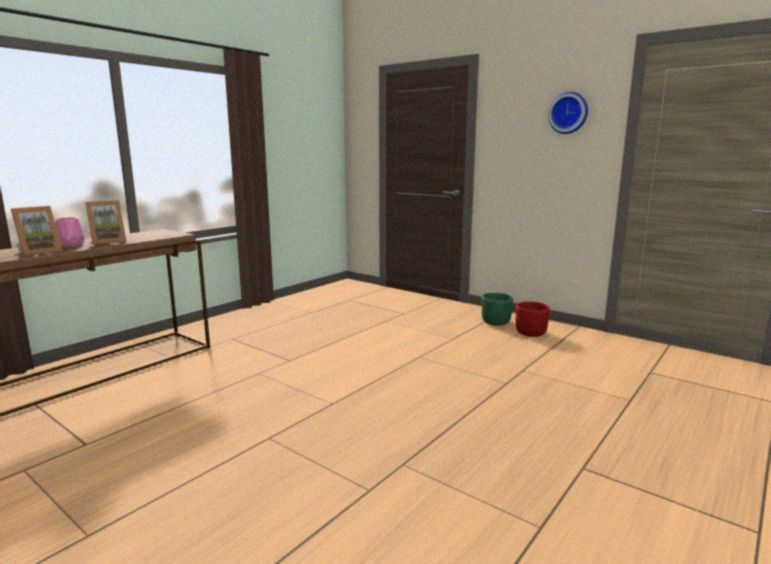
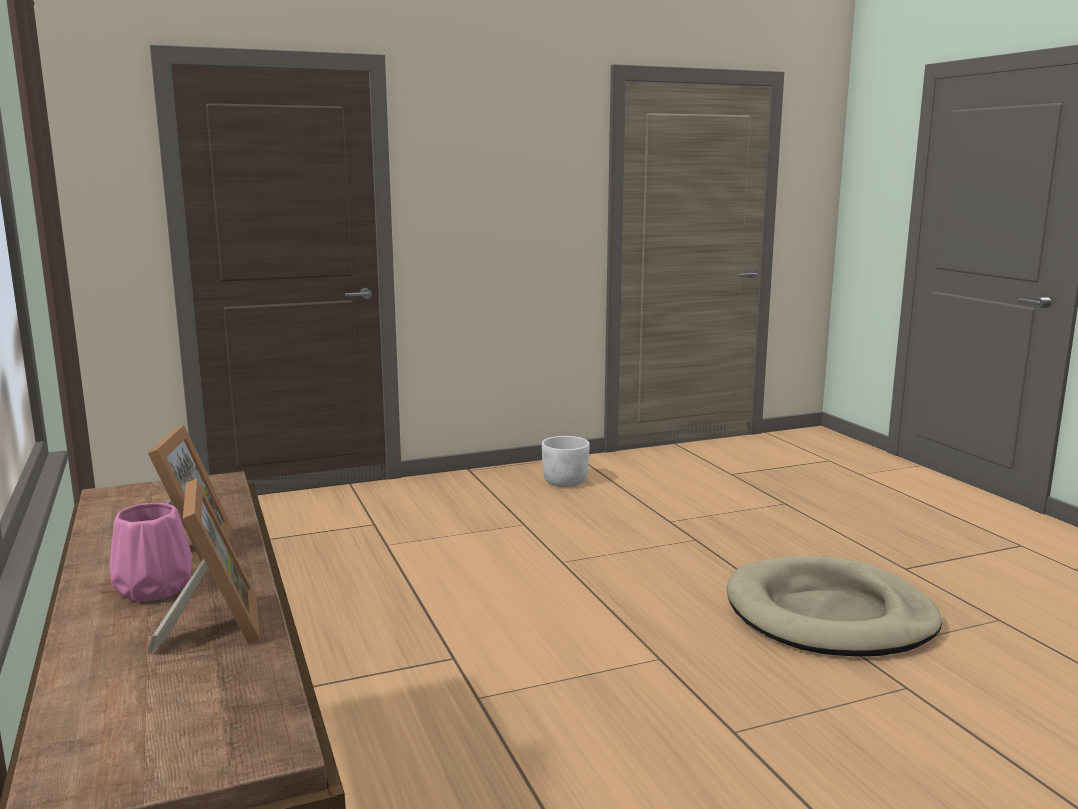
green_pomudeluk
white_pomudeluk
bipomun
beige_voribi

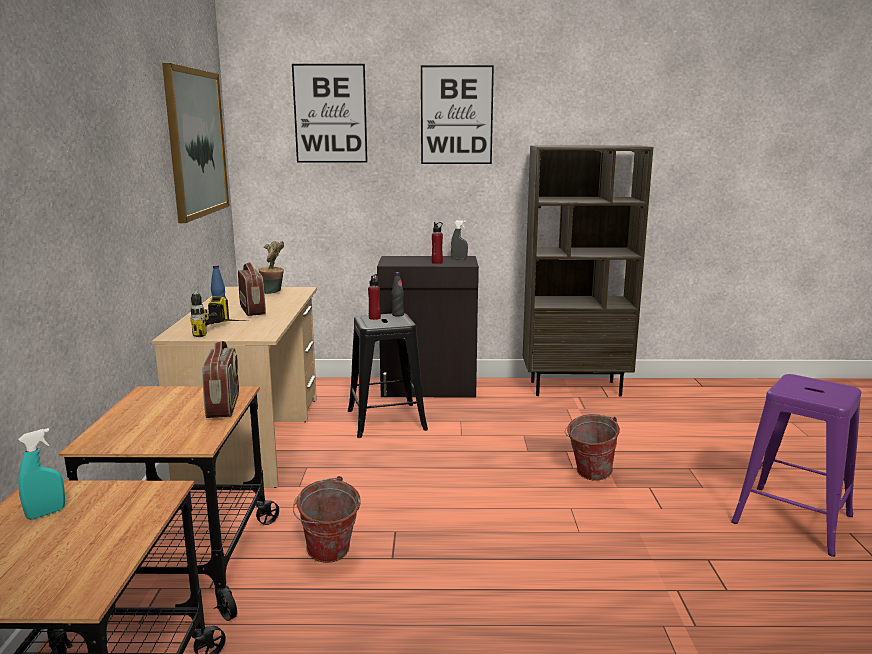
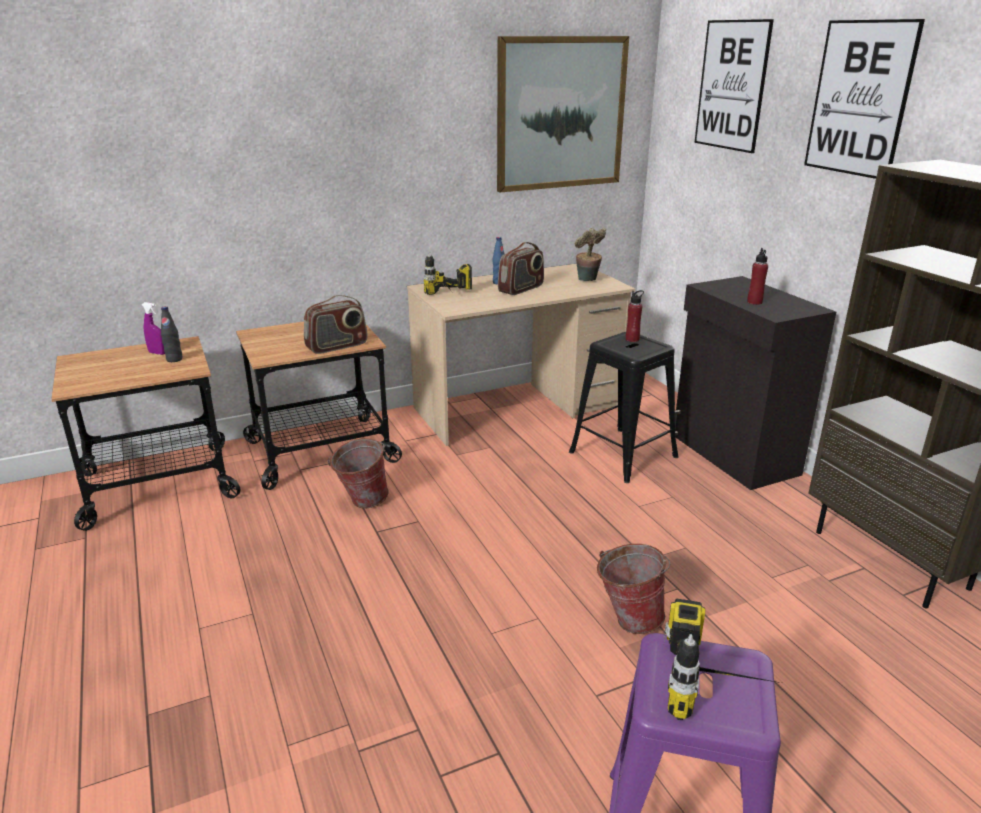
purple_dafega
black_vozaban
grey_dafega
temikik (no. 2 from left)

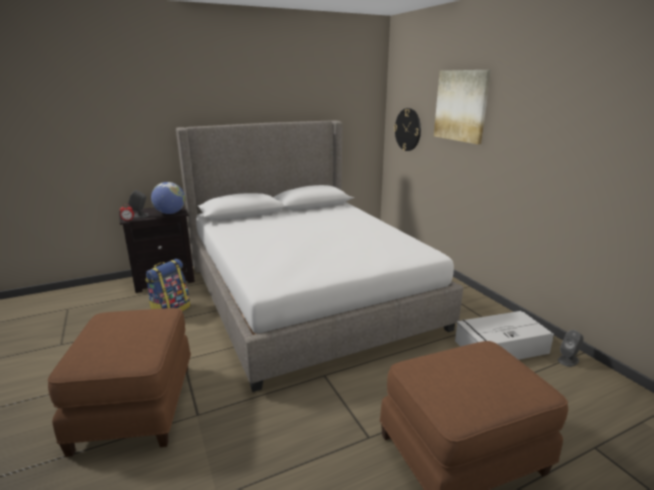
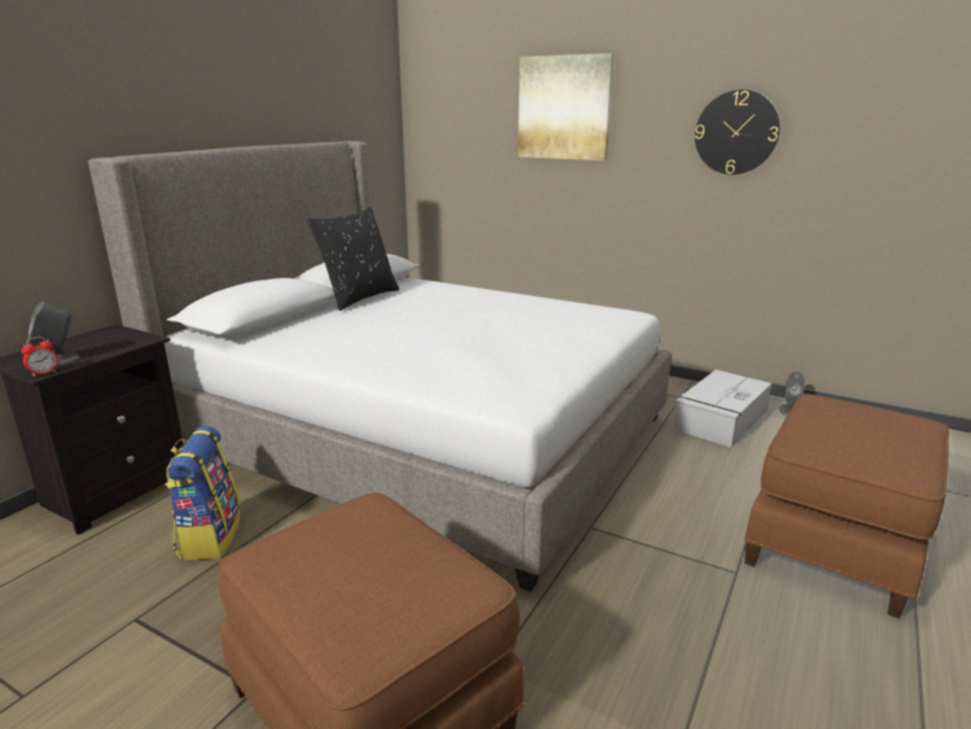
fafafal
bipomun
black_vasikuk

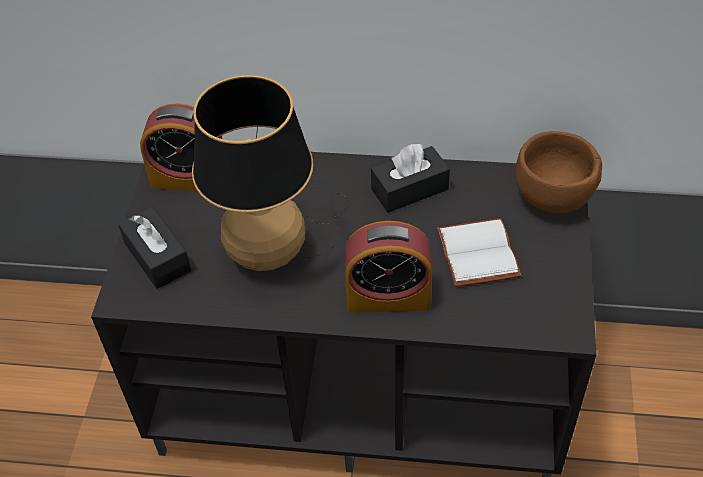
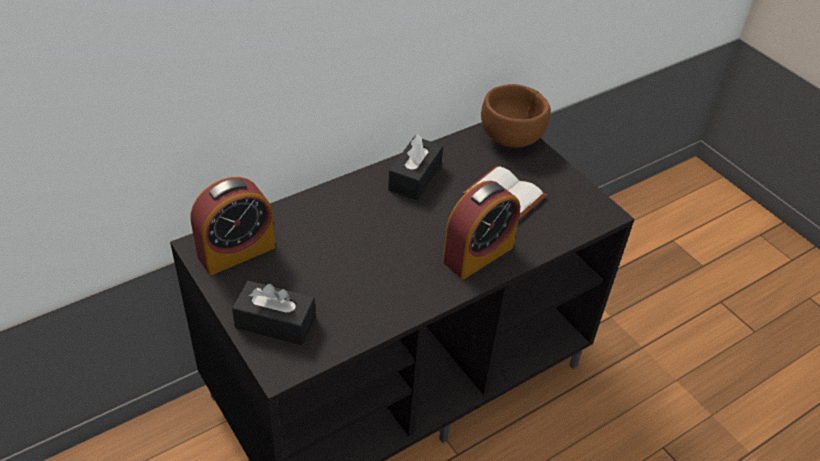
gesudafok

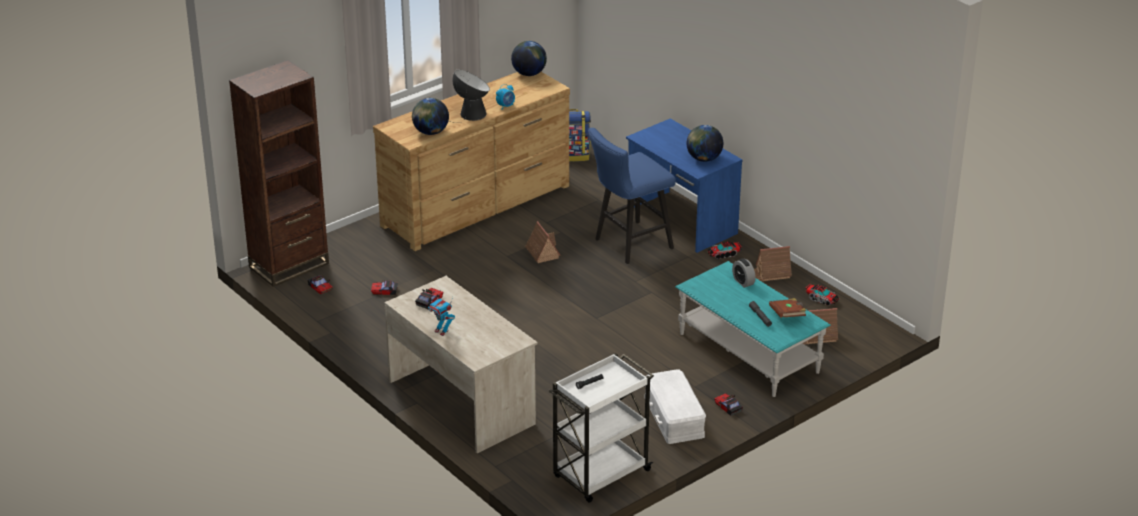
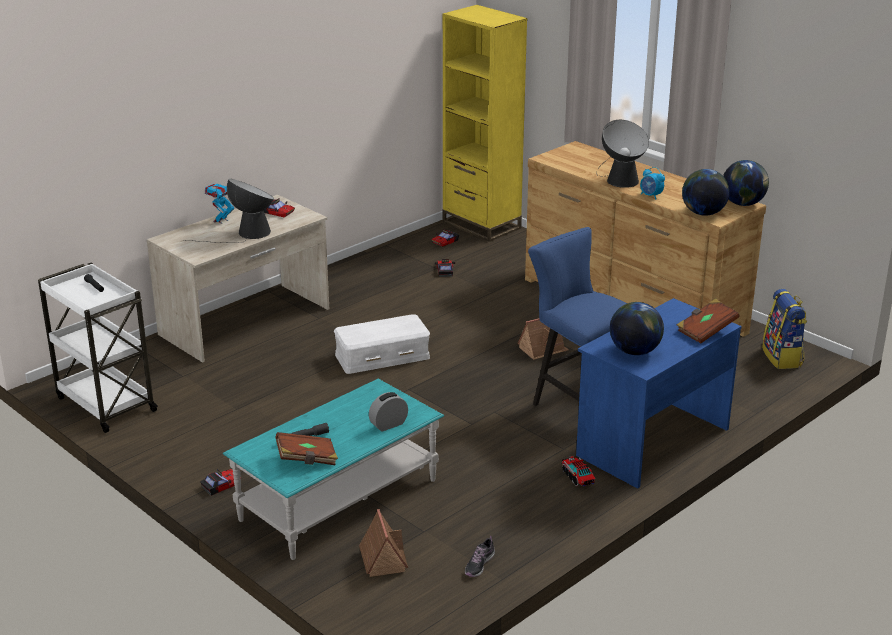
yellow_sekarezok
fafafal (no. 2 from left)
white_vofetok
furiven (no. 2 from left in the first image)
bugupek
gesudafok (no. 1 from left)
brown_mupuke (no. 2 from left)

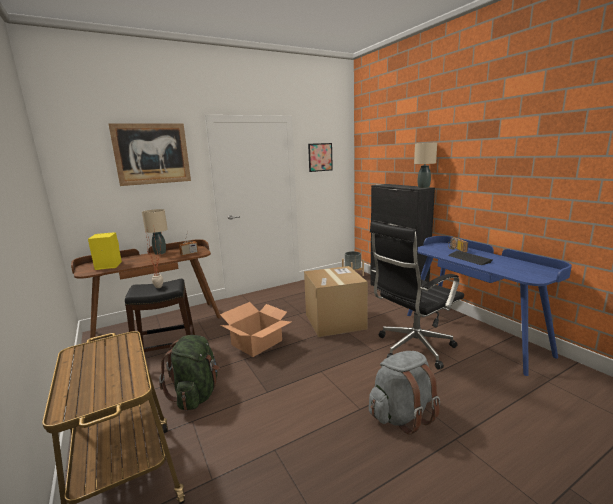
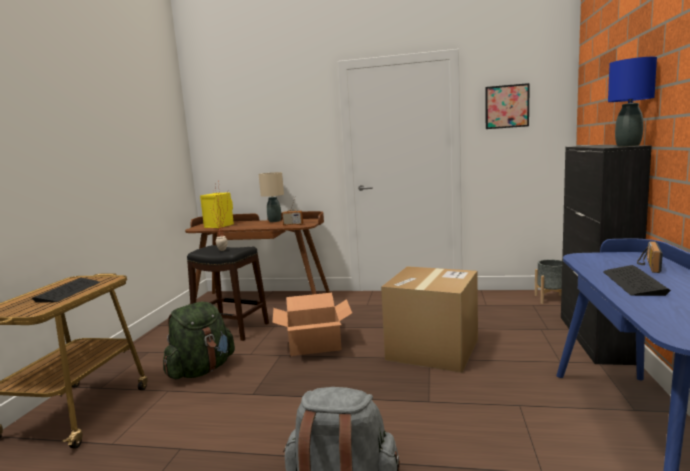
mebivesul (no. 1 from left in the first image)
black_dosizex
blue_gesudafok
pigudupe (no. 1 from left)

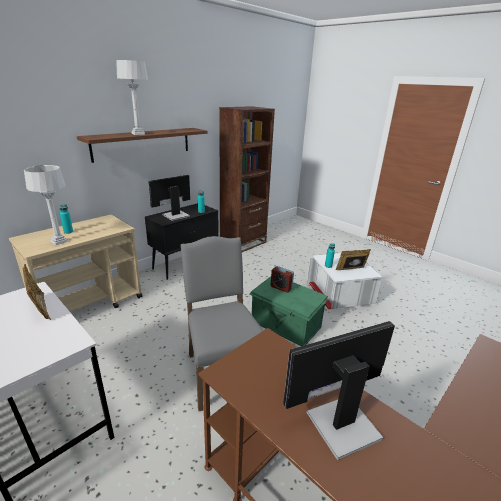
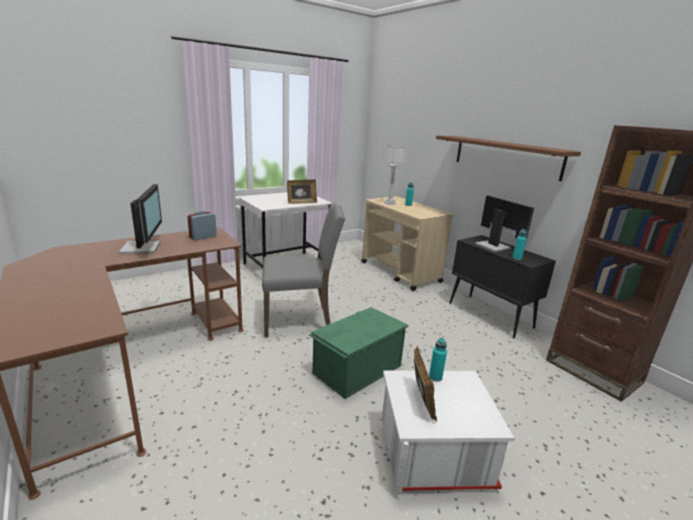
grey_gesudafok (no. 2 from left in the first image)
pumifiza

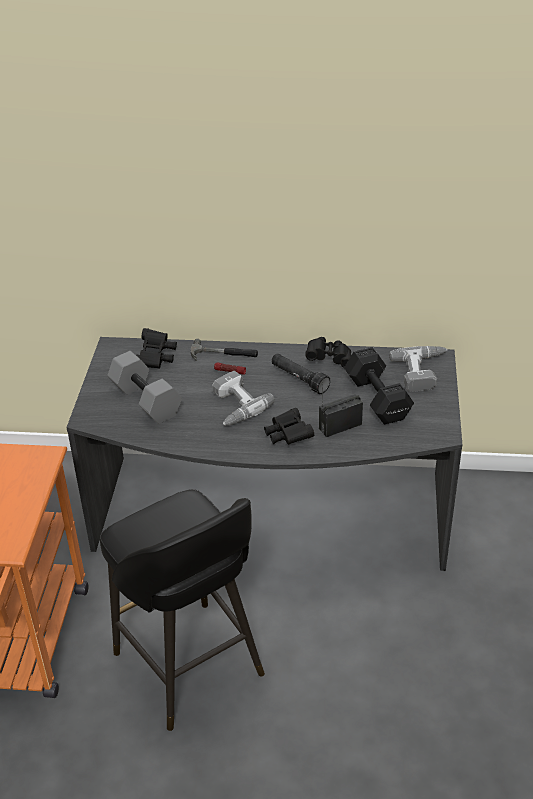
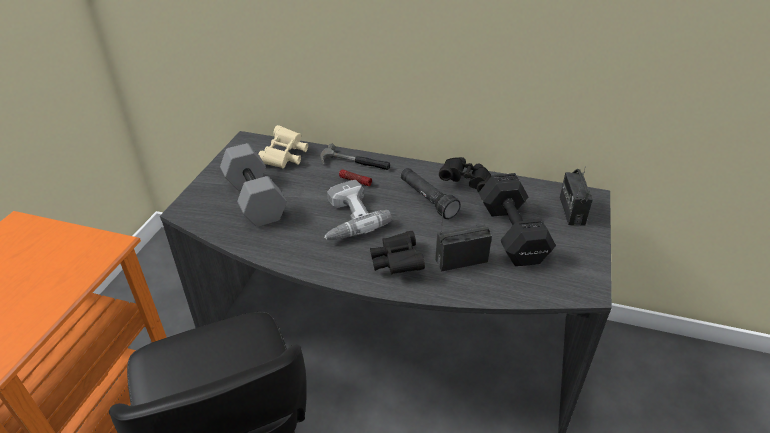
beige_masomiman
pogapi (no. 2 from left)

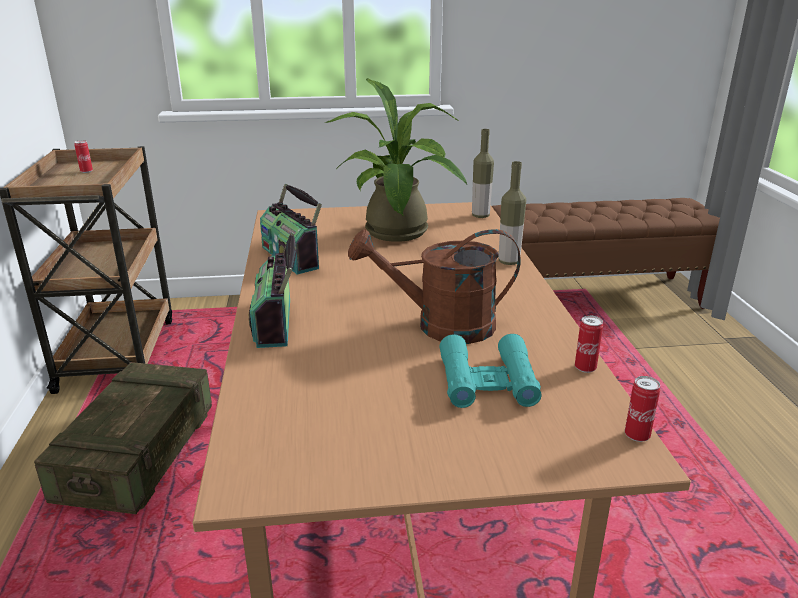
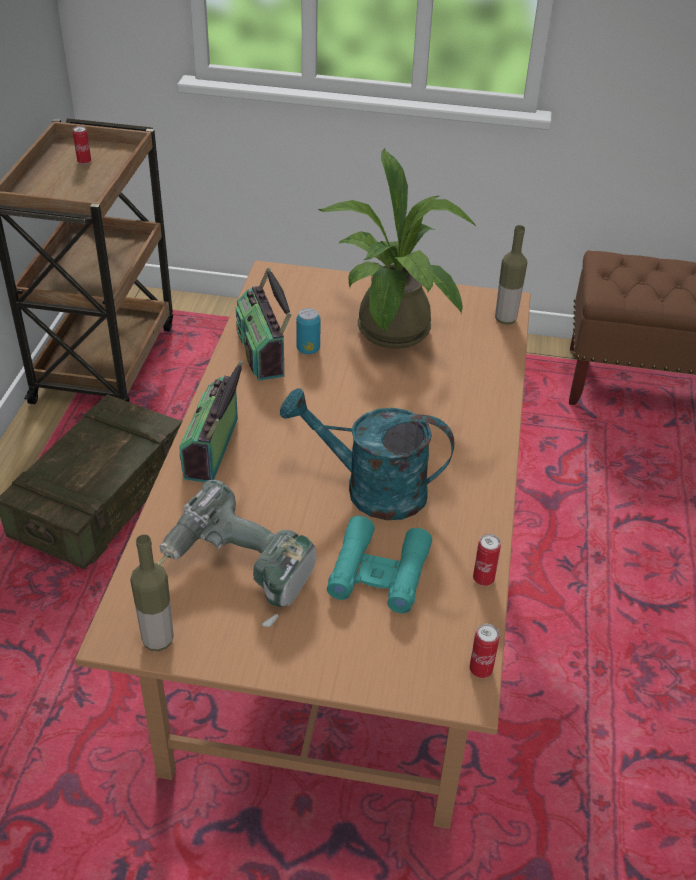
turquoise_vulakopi
vozaban (no. 1 from left)
temikik
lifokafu (no. 2 from left)

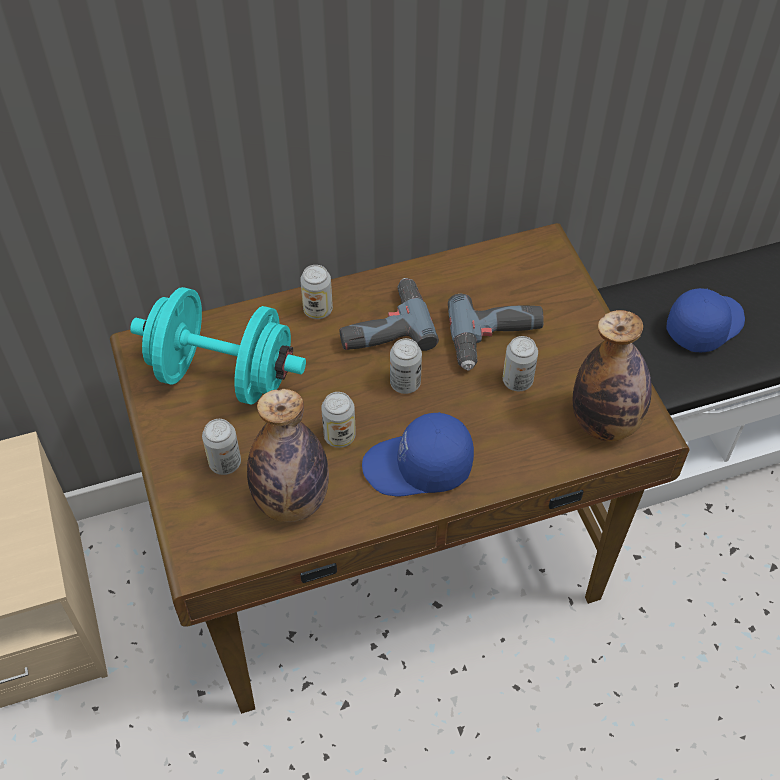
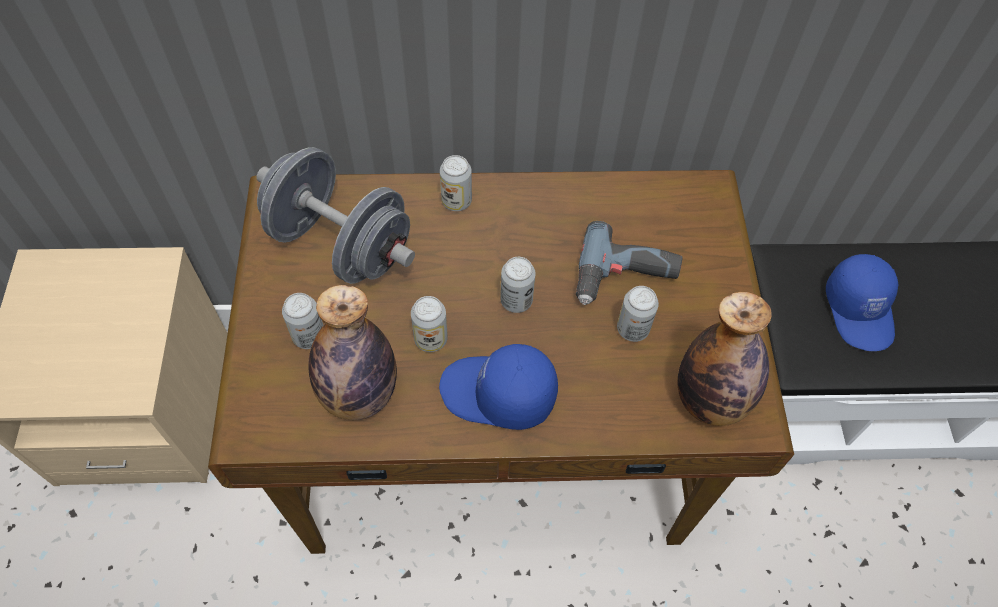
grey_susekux
temikik (no. 1 from left in the first image)
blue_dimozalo (no. 2 from left)

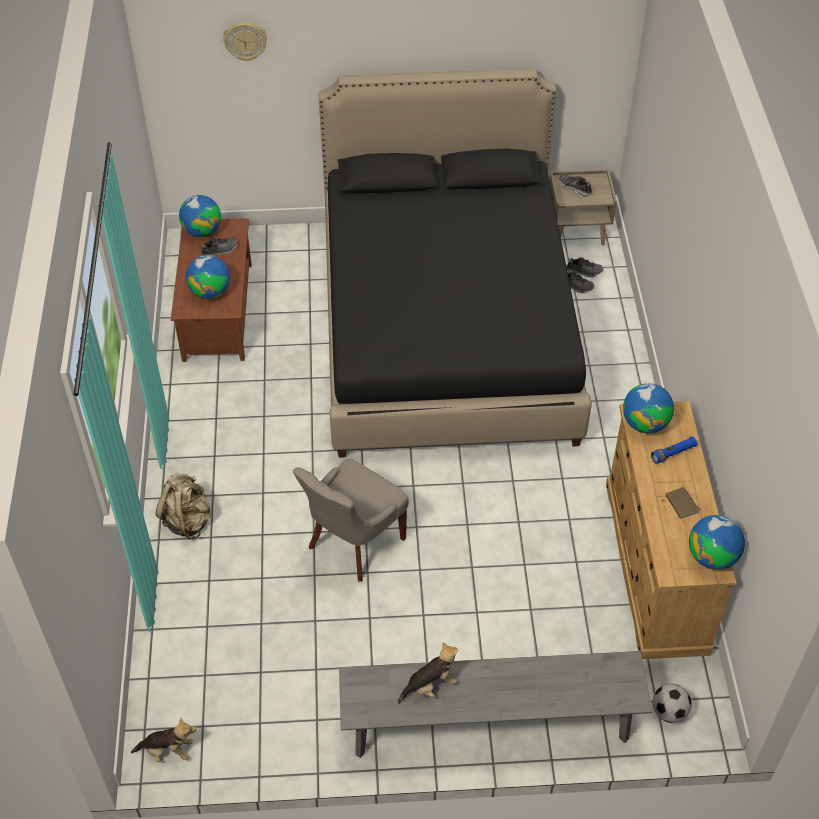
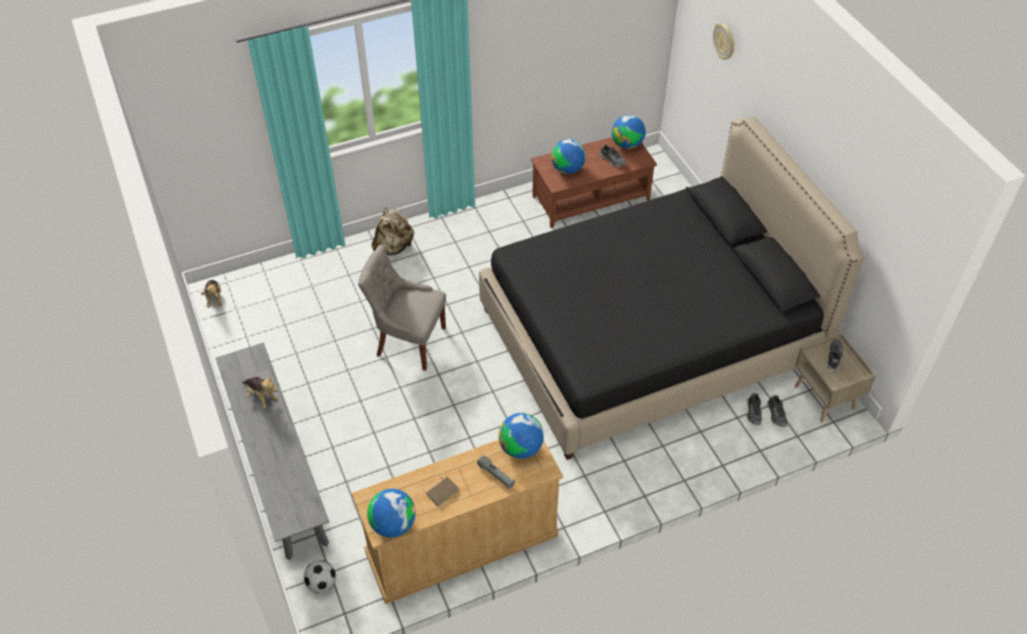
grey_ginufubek

